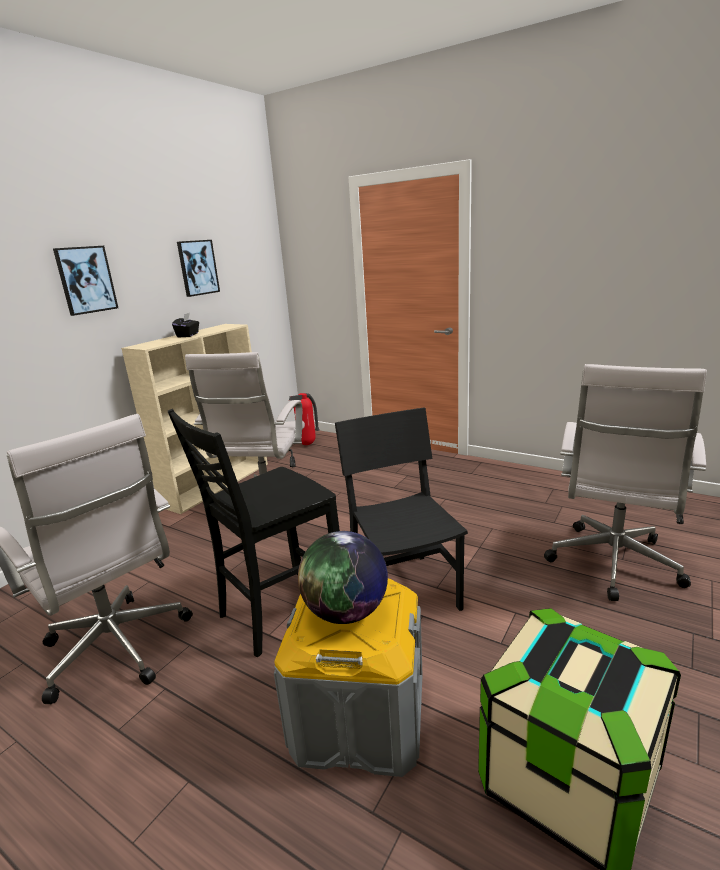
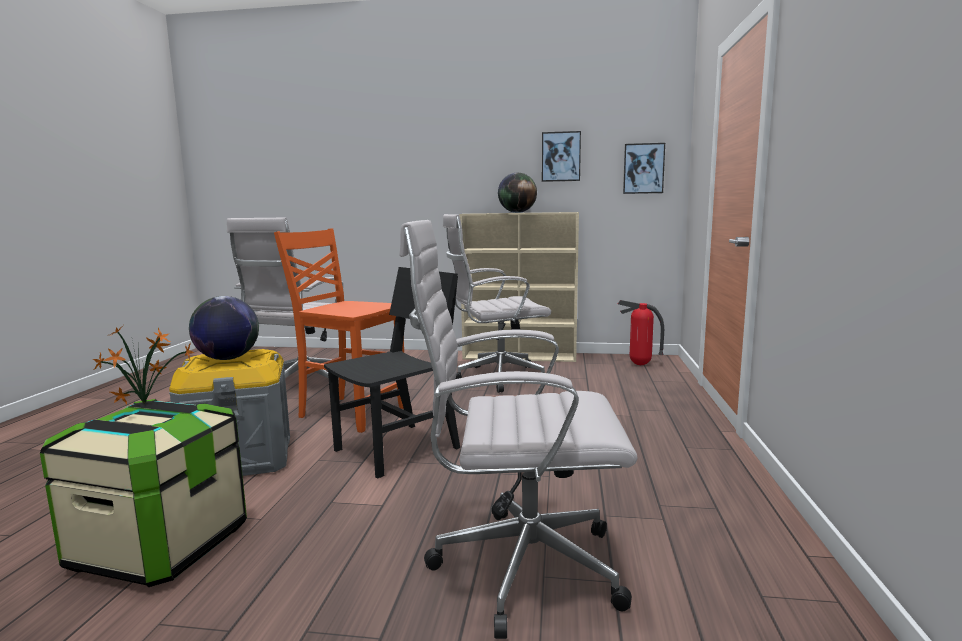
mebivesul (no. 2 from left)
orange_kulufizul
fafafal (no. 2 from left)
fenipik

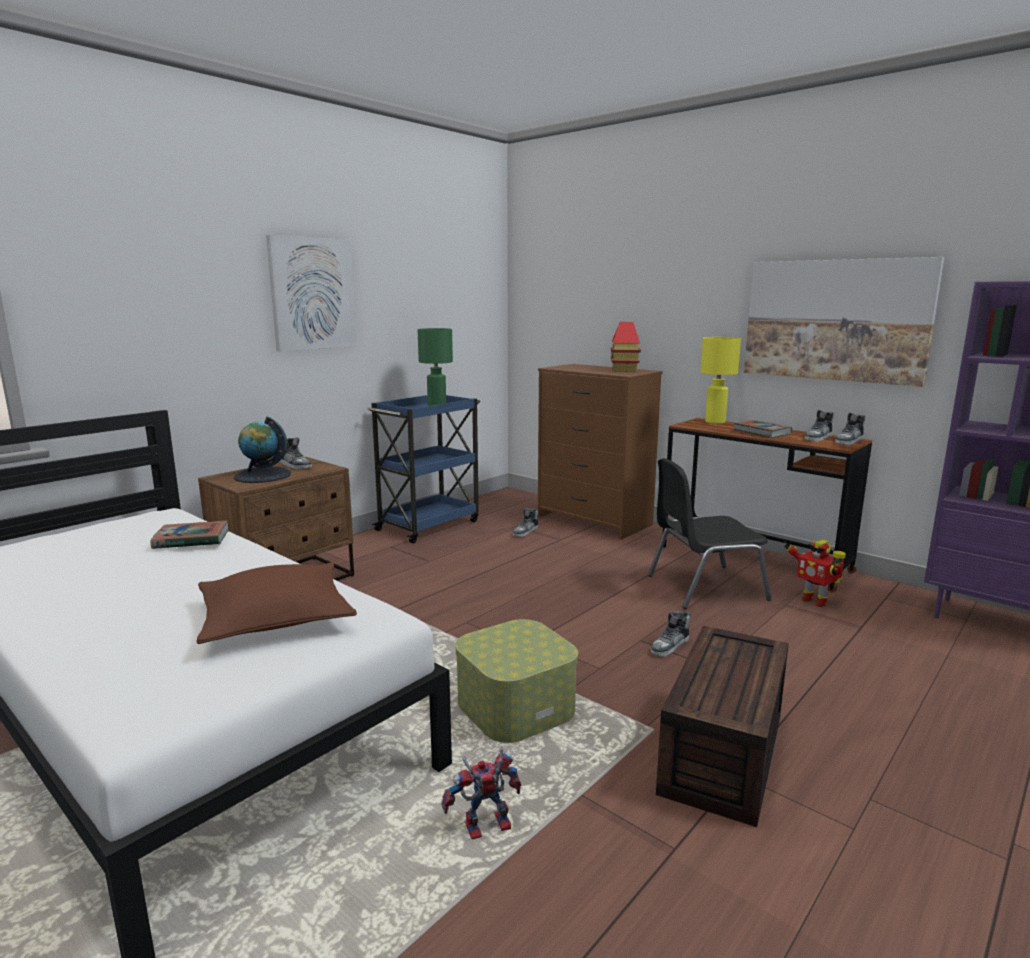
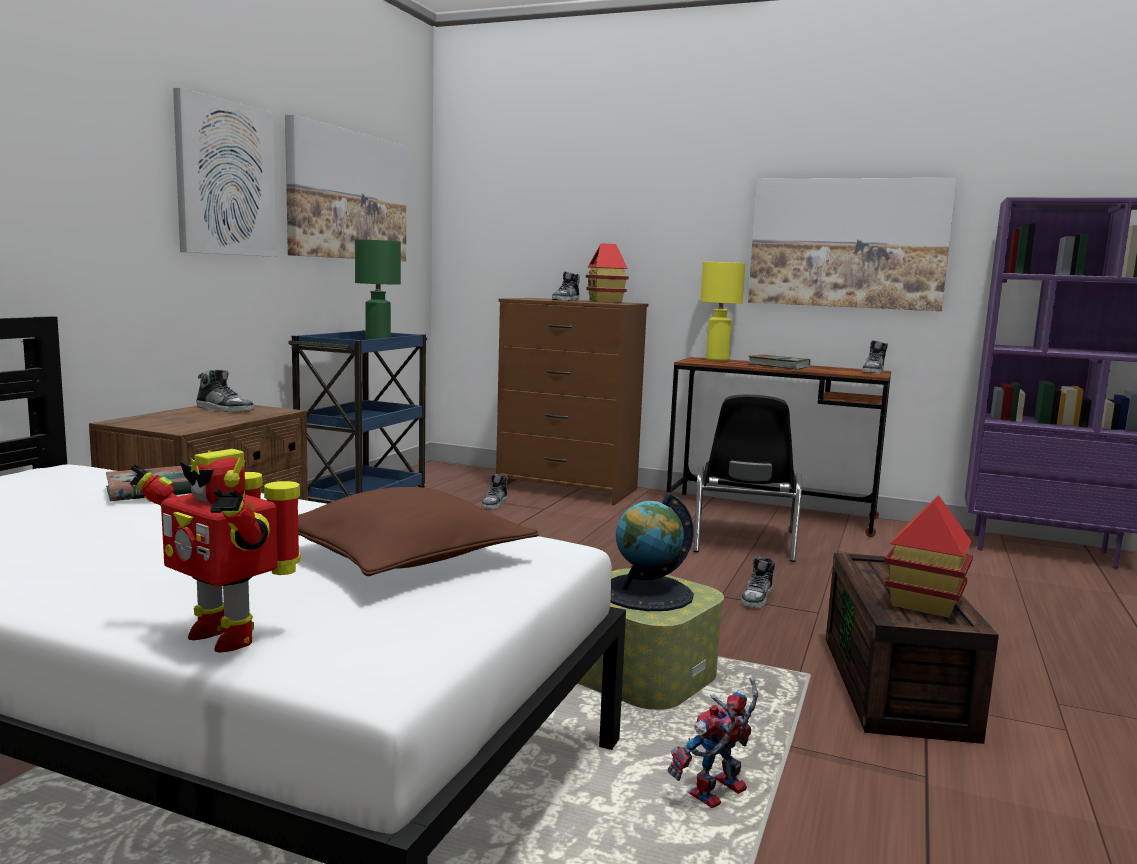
fafafal
black_kulufizul
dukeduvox (no. 1 from left)
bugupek (no. 3 from left)
mebivesul (no. 2 from left)
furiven (no. 2 from left)

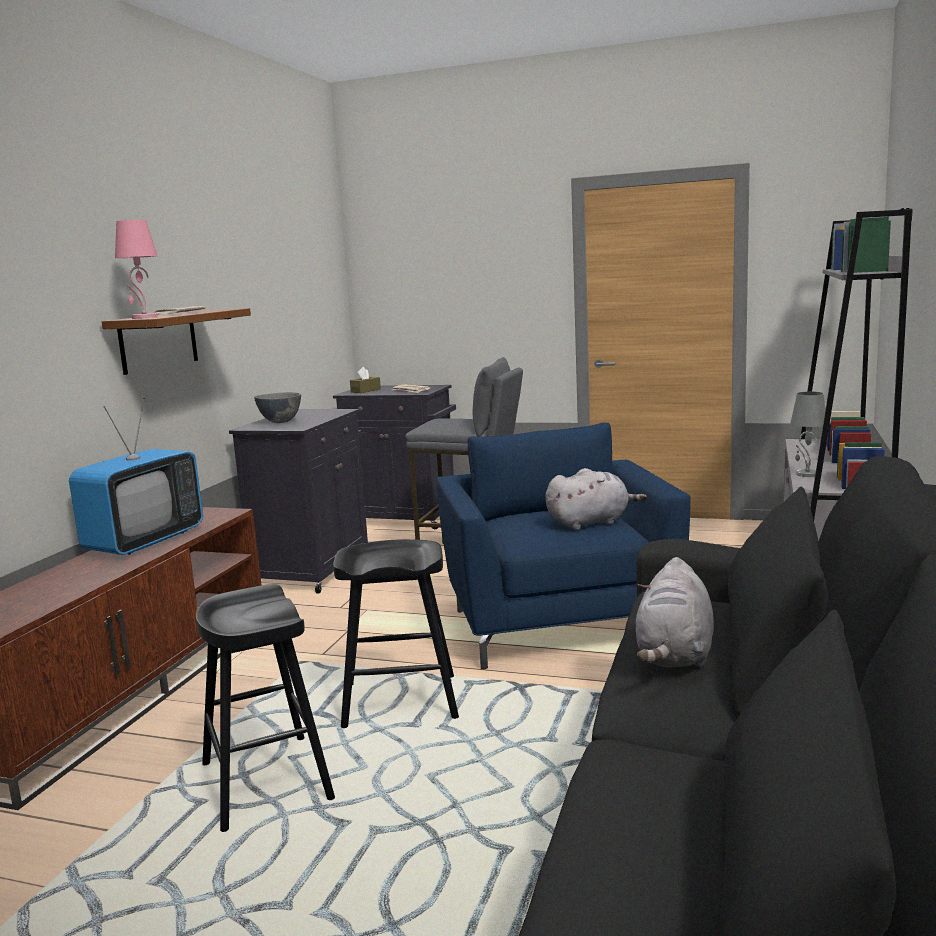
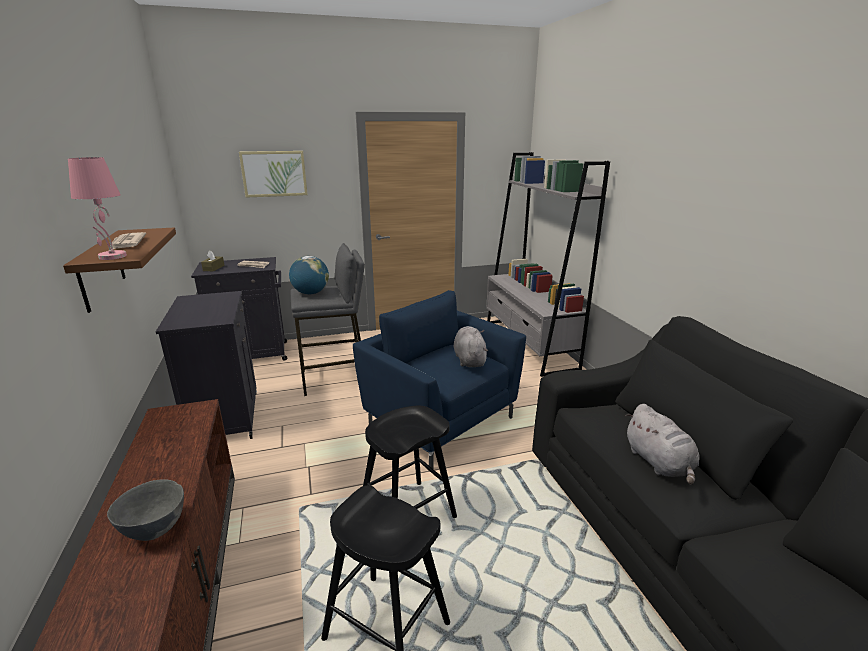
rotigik
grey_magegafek
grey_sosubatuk (no. 1 from left)
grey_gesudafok
mebivesul
fafafal

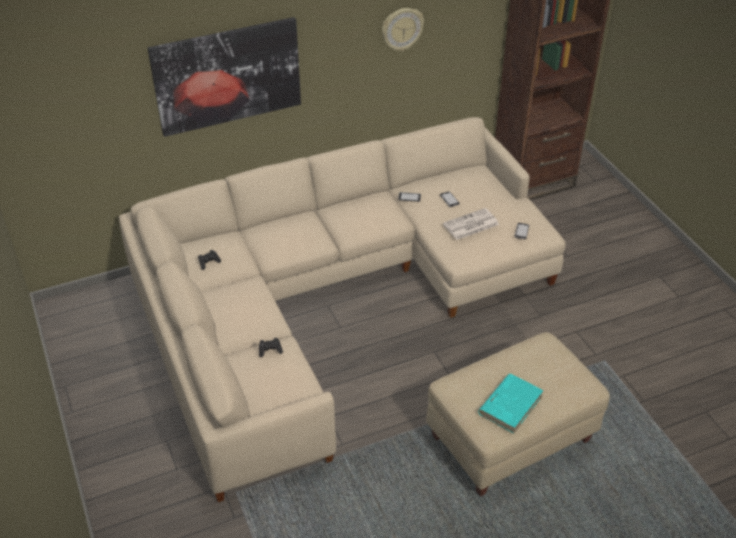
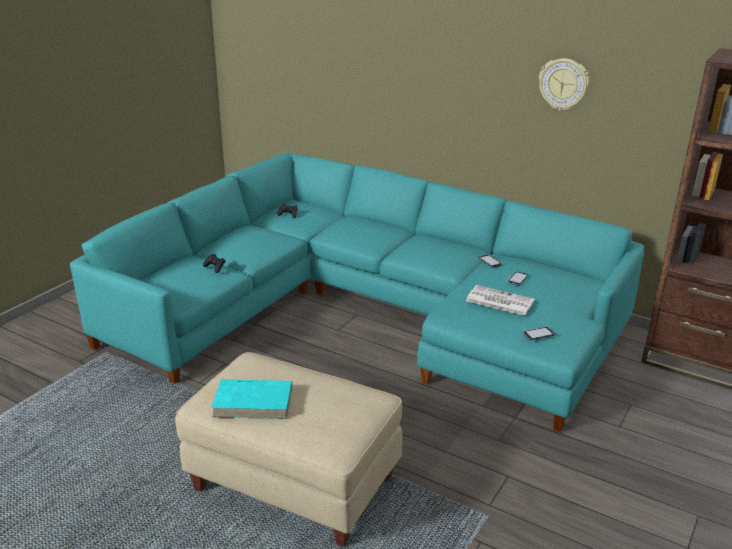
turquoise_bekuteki
mebivesul

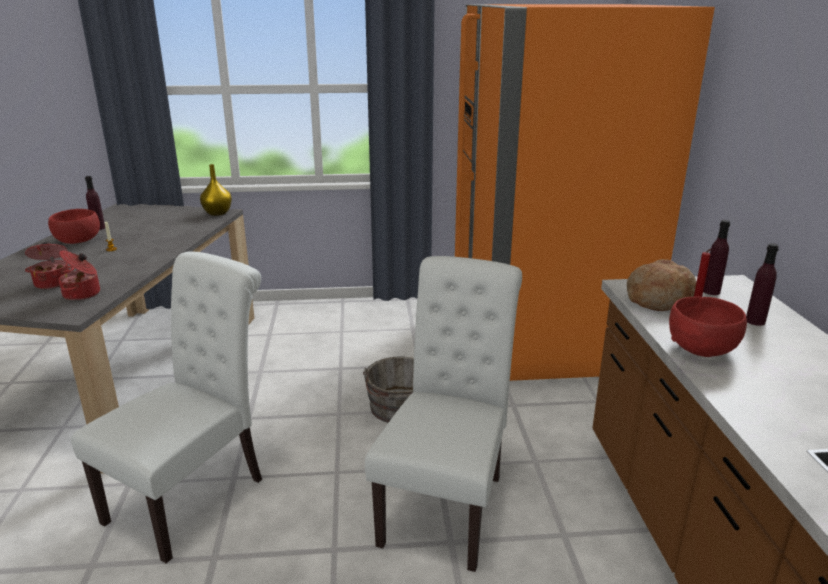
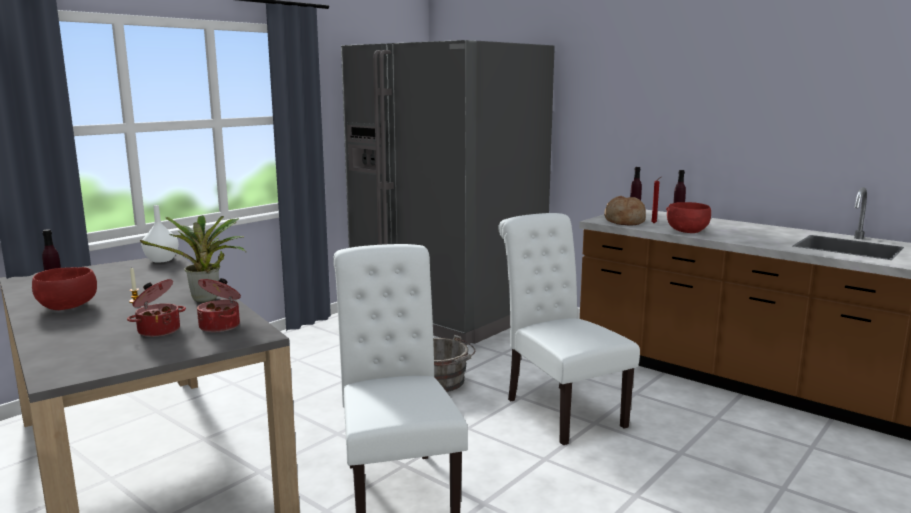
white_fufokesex
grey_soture
fenipik

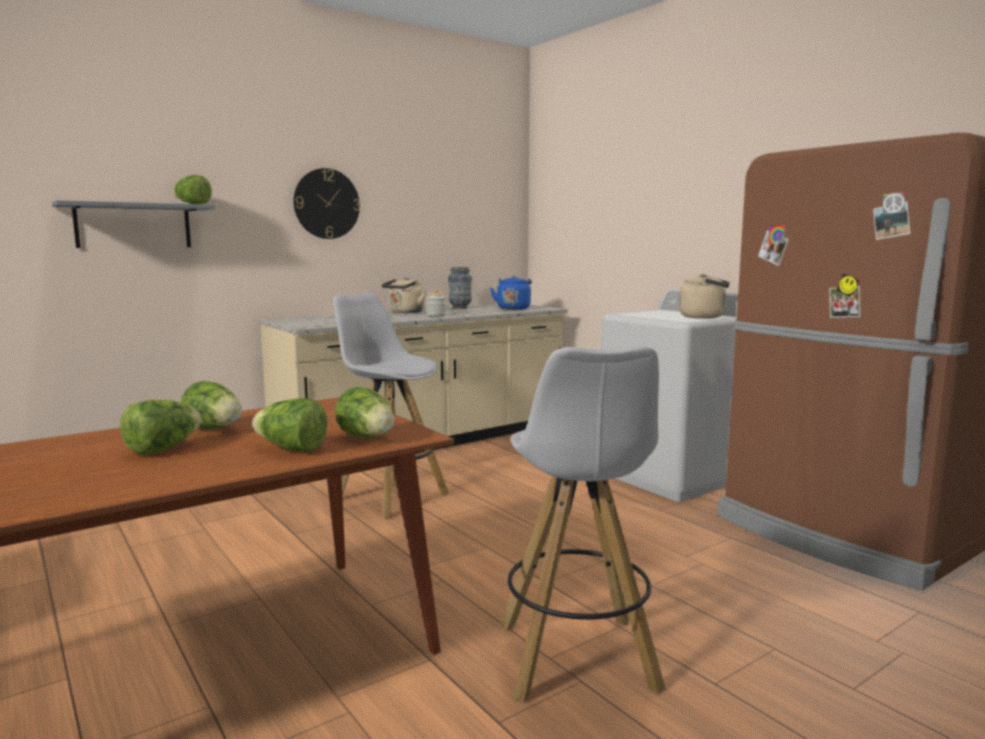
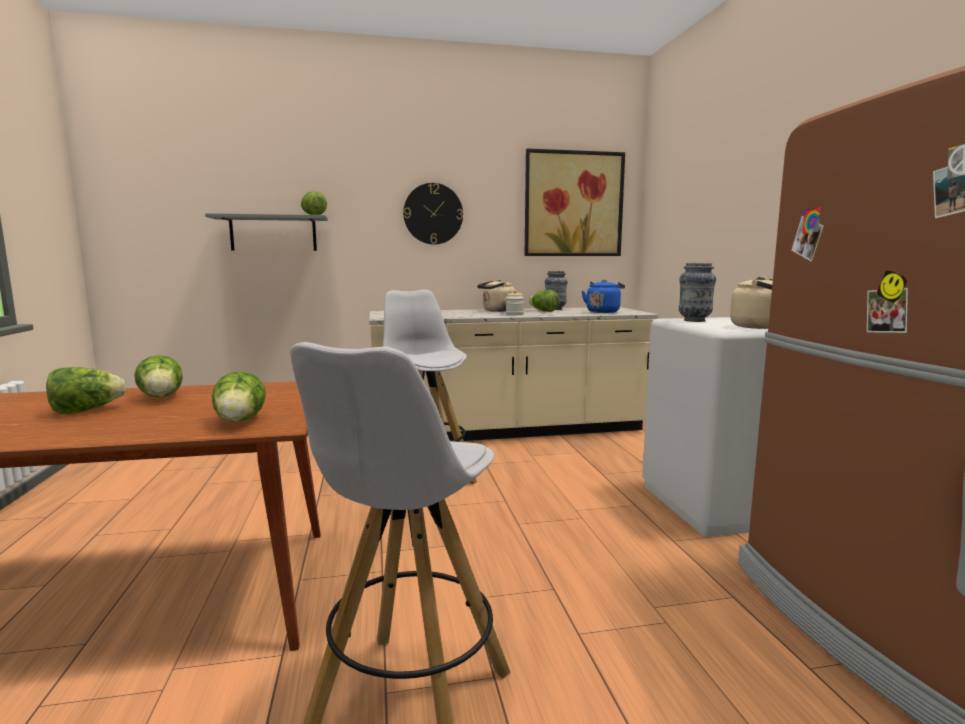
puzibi (no. 5 from left)
mebivesul
fufokesex (no. 2 from left)

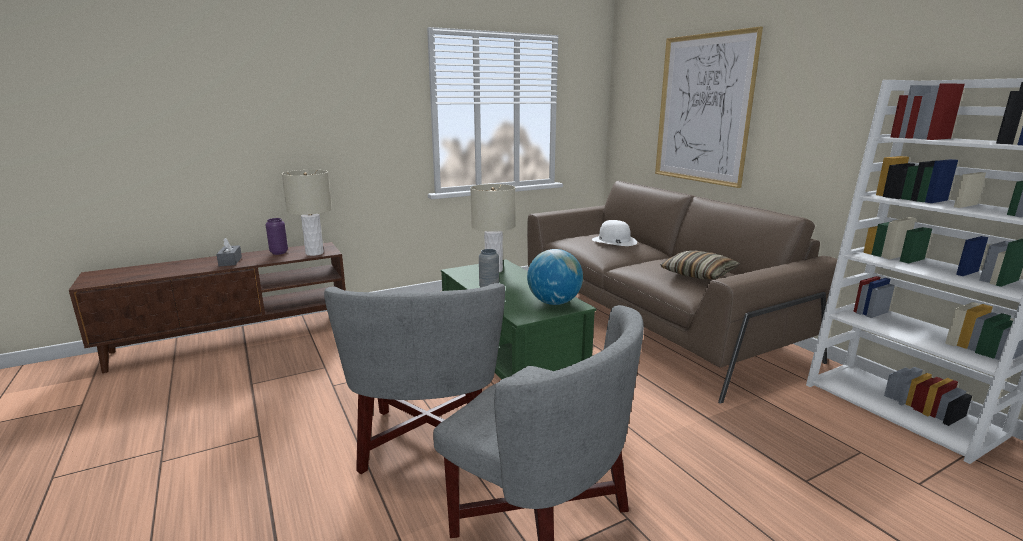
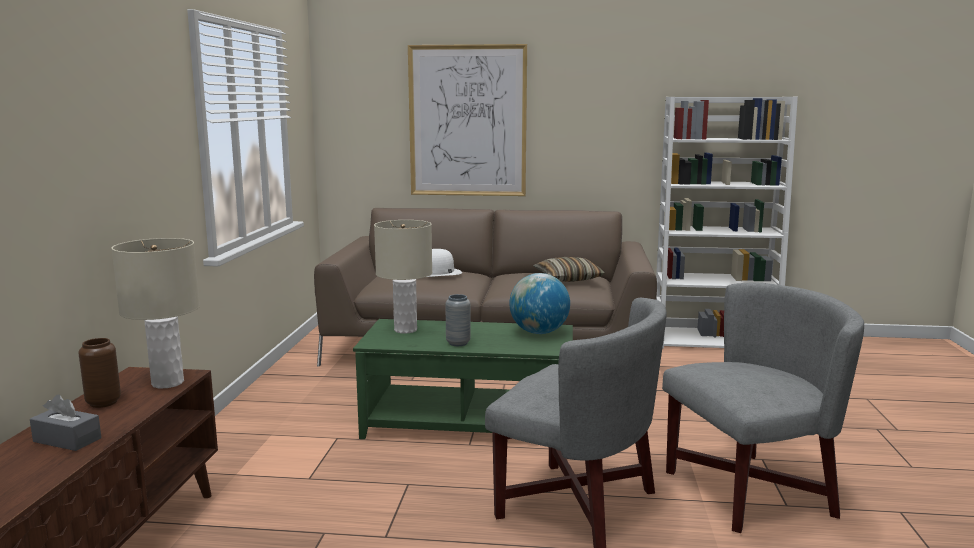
brown_fufokesex

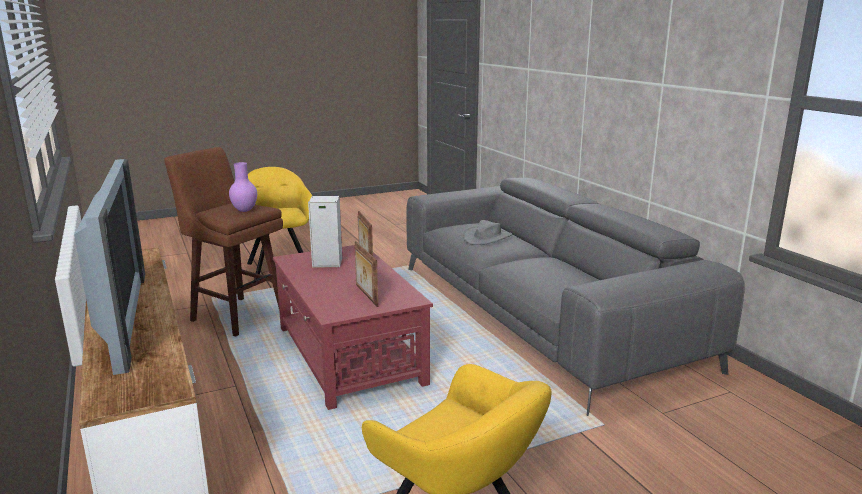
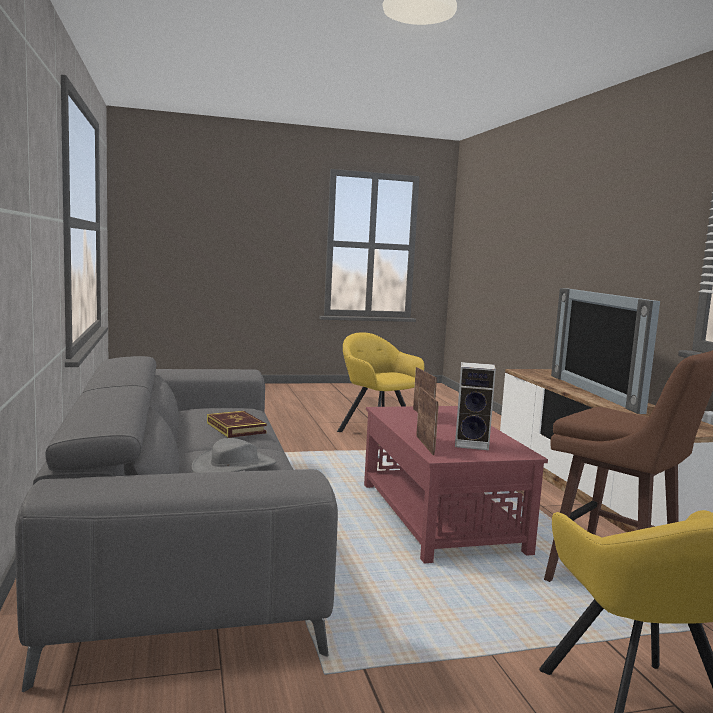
purple_fufokesex
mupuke

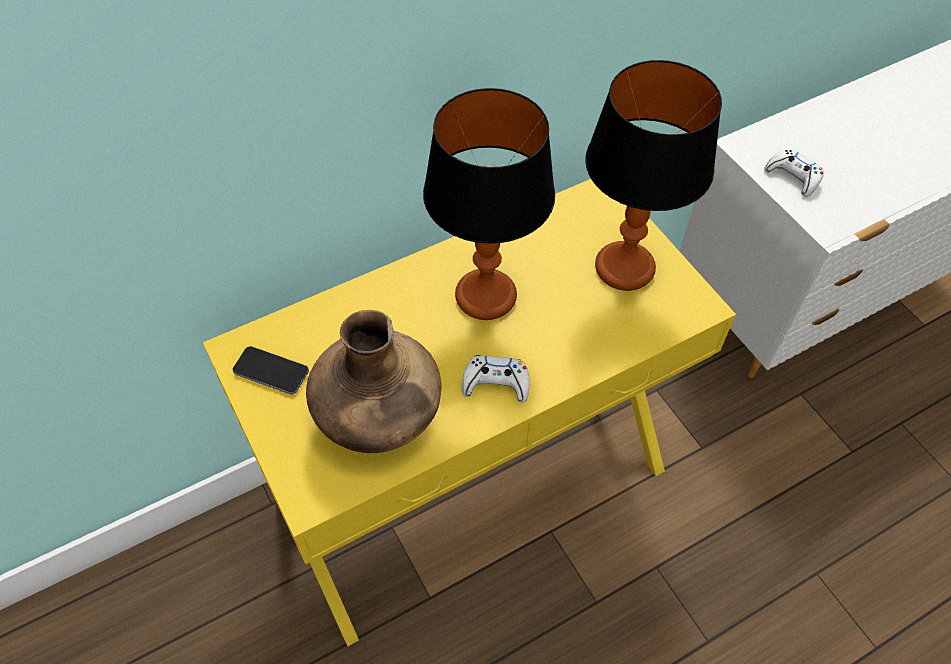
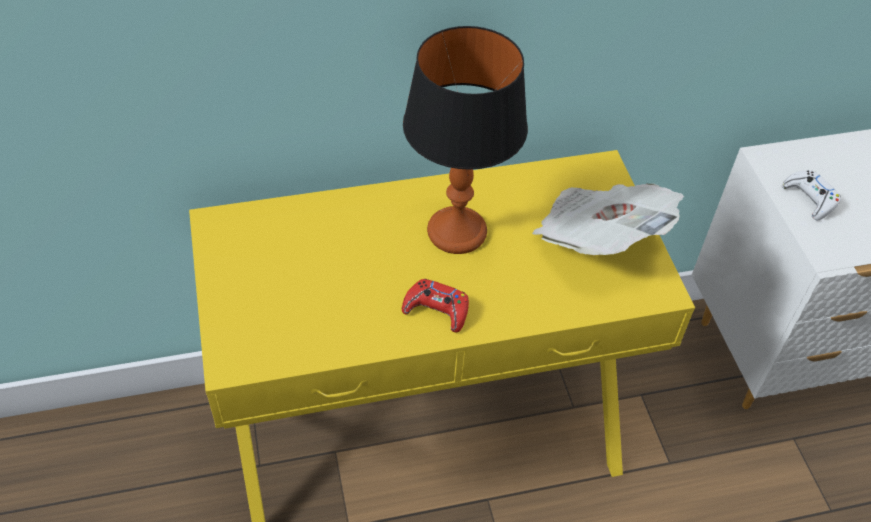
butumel
brown_fufokesex
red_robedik
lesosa

